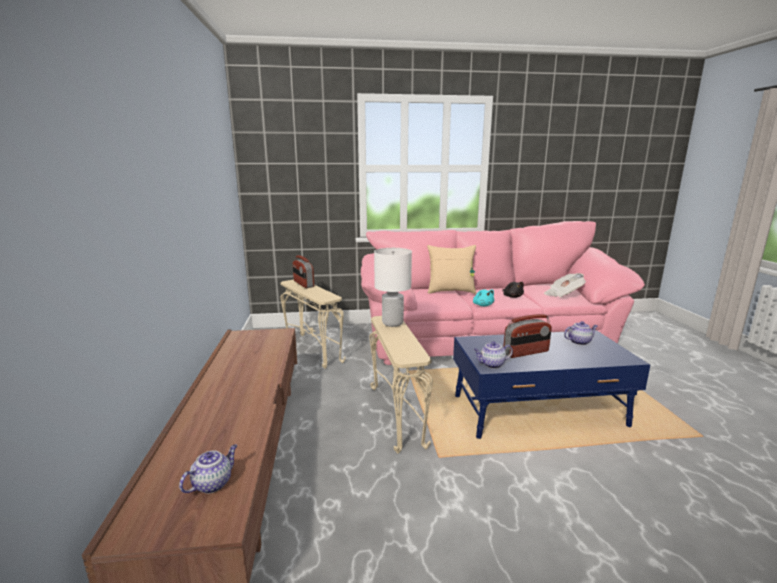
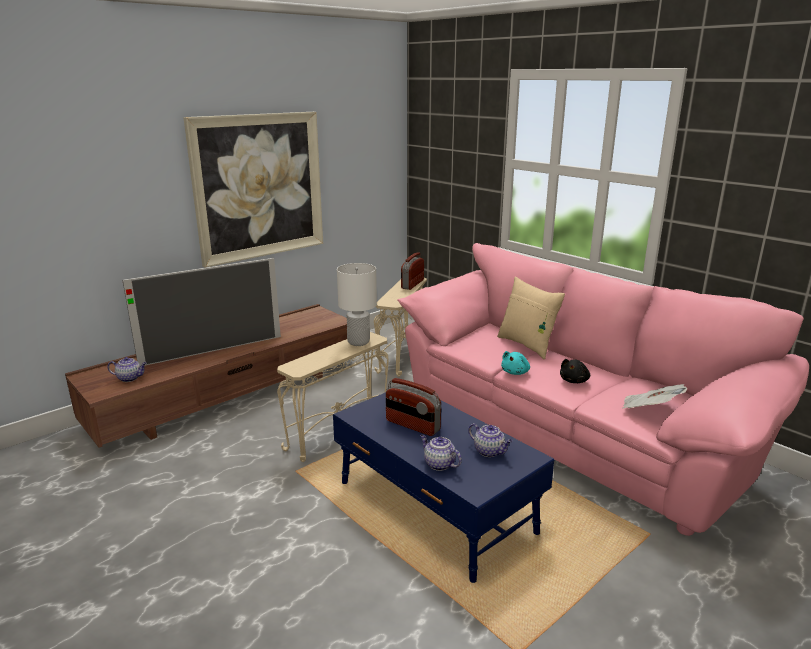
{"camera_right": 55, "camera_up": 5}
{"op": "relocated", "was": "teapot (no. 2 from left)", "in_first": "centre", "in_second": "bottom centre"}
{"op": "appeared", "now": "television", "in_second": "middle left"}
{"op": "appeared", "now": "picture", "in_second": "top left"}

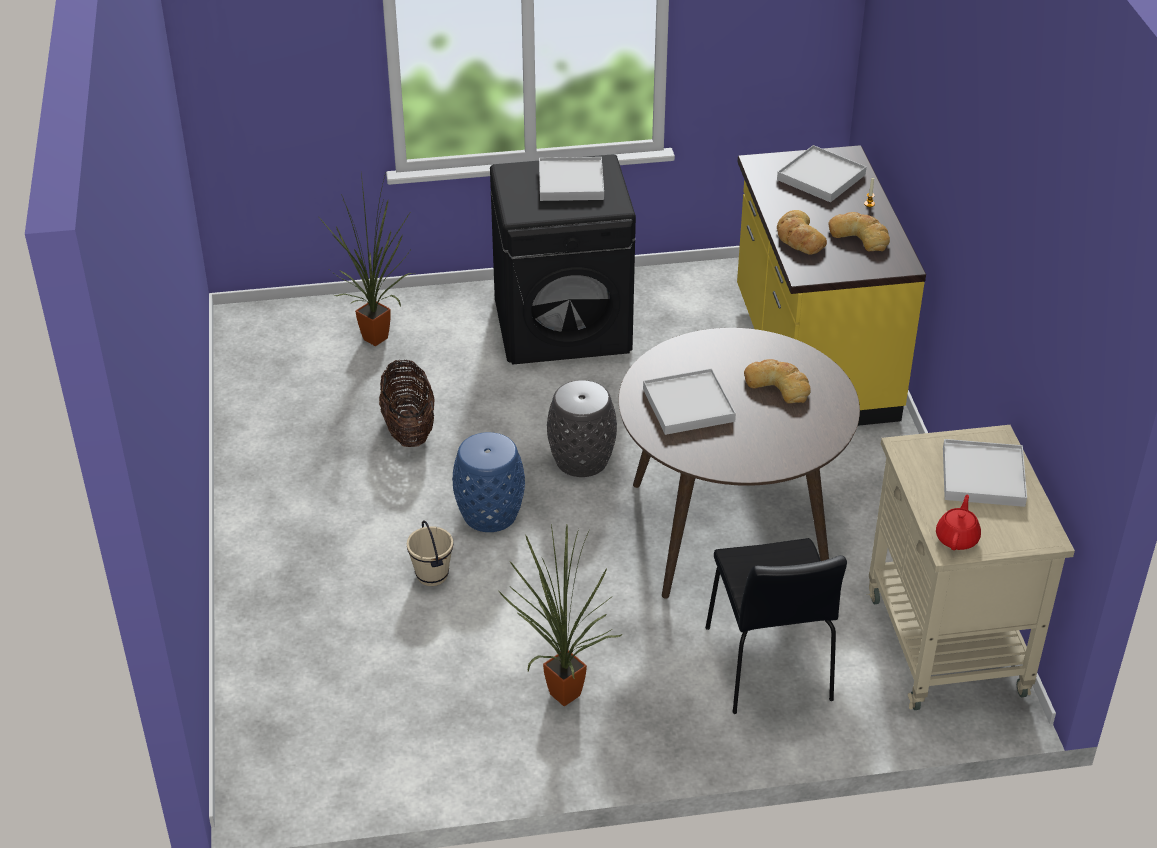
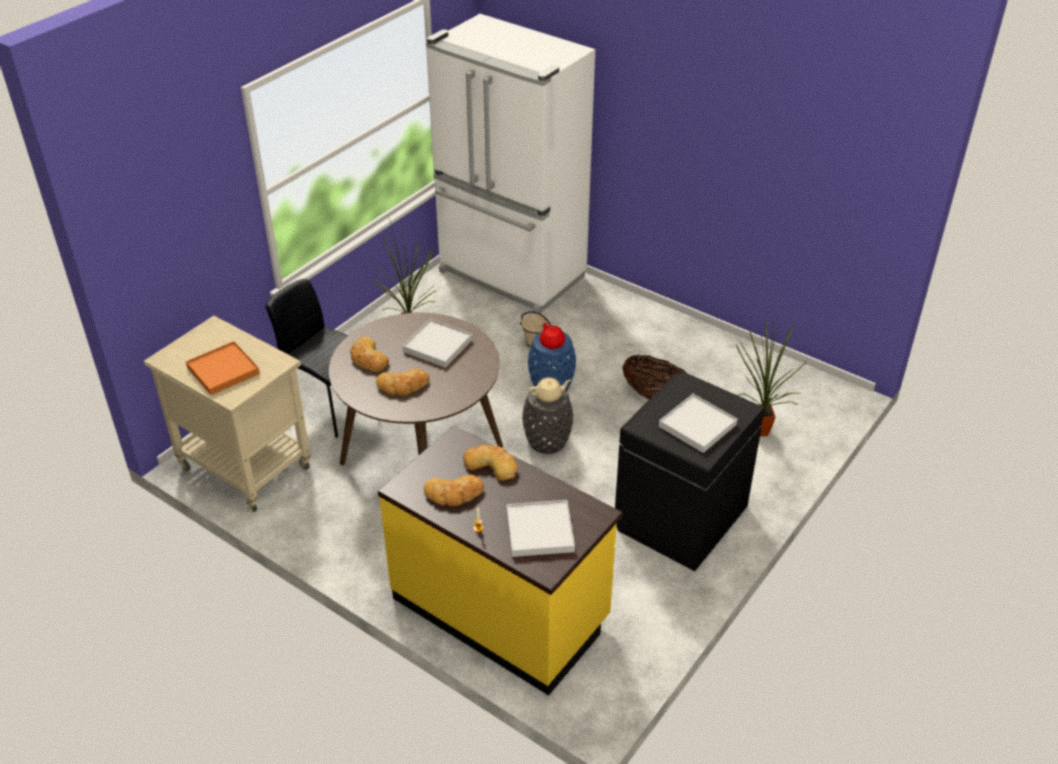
{"camera_right": 135, "camera_up": 0}
{"op": "relocated", "was": "teapot/red", "in_first": "middle right", "in_second": "centre"}
{"op": "colour", "was": "tray/white (no. 4 from left)", "now": "tray/orange", "in_first": "middle right", "in_second": "middle left"}
{"op": "appeared", "now": "bread (no. 1 from left)", "in_second": "centre"}
{"op": "appeared", "now": "fridge/white", "in_second": "top centre"}
{"op": "appeared", "now": "teapot/beige", "in_second": "centre"}

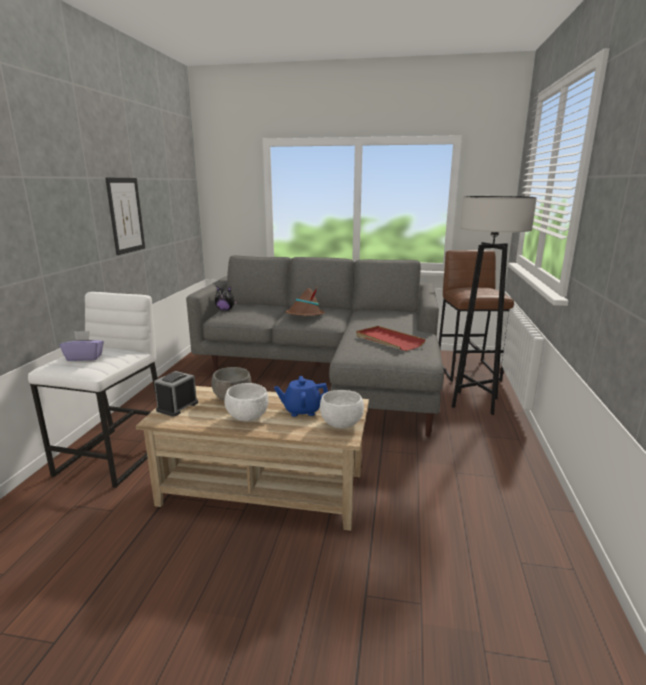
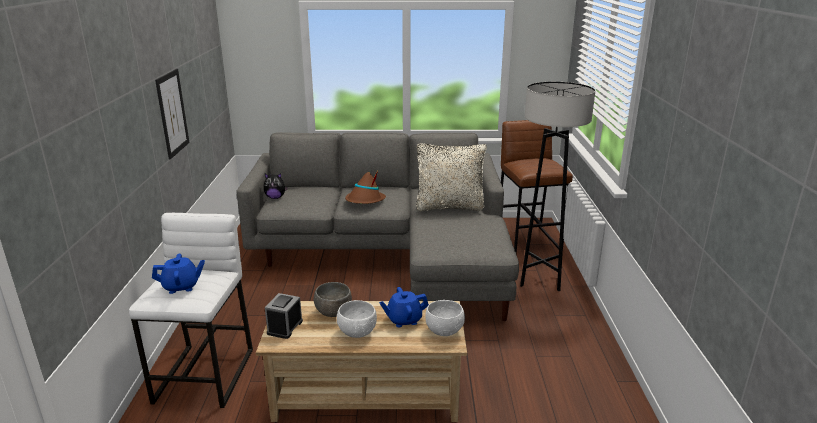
{"camera_right": -10, "camera_up": 5}
{"op": "exchanged", "was": "tissue box/purple", "now": "teapot/blue (no. 1 from left)", "in_first": "middle left", "in_second": "middle left"}
{"op": "missing", "was": "tray/red", "in_first": "centre"}
{"op": "appeared", "now": "pillow/beige", "in_second": "centre"}

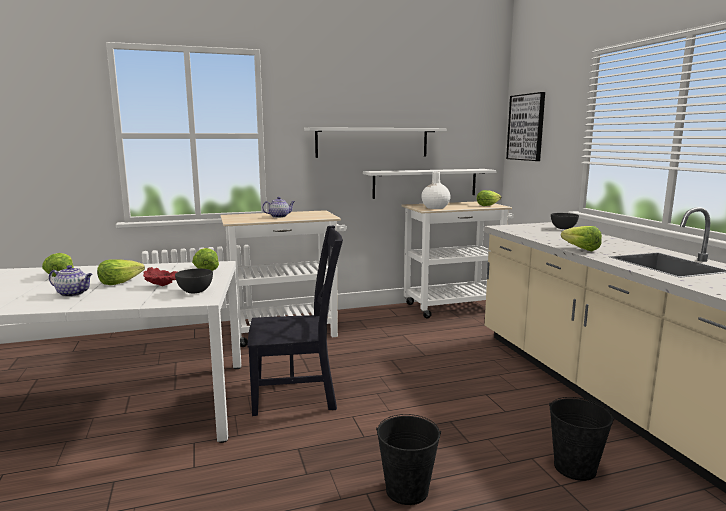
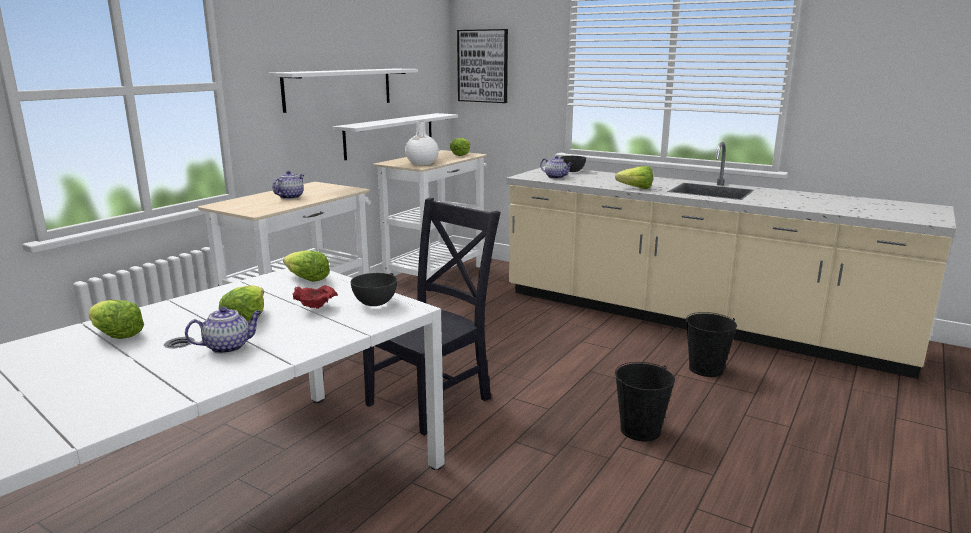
{"camera_right": -40, "camera_up": 5}
{"op": "appeared", "now": "teapot (no. 3 from left)", "in_second": "top centre"}

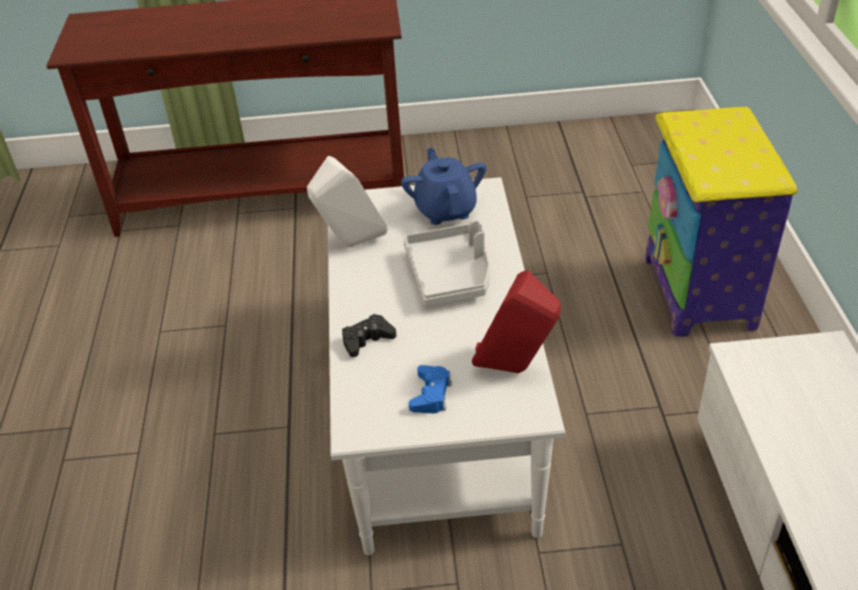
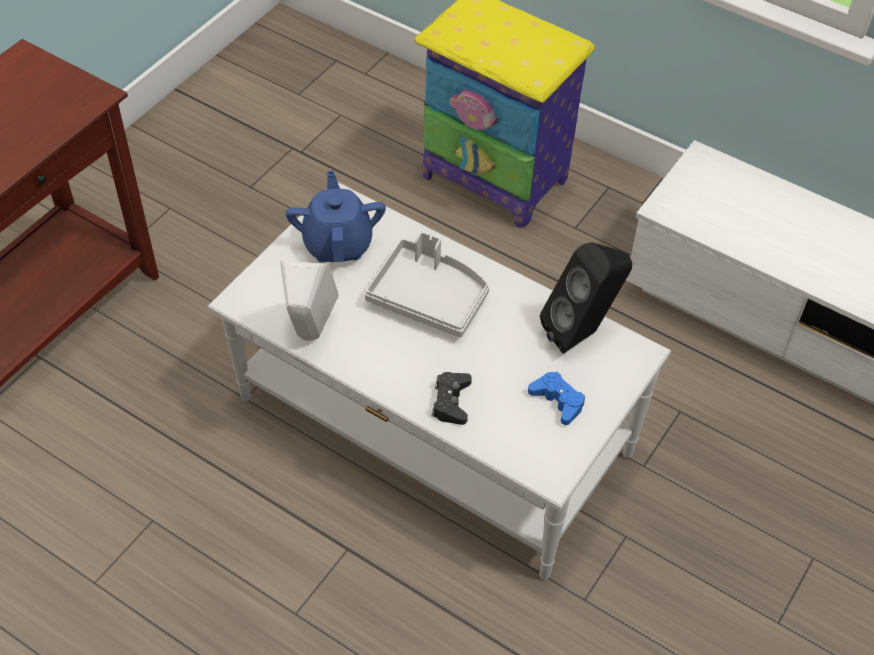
{"camera_right": -55, "camera_up": 10}
{"op": "spun", "was": "teapot/blue", "in_first": "top centre", "in_second": "top centre", "clockwise": 60}
{"op": "colour", "was": "speaker/red", "now": "speaker/black", "in_first": "centre", "in_second": "middle right"}

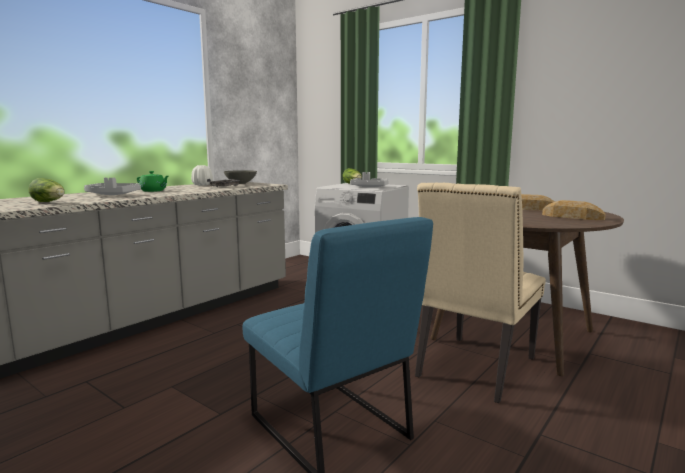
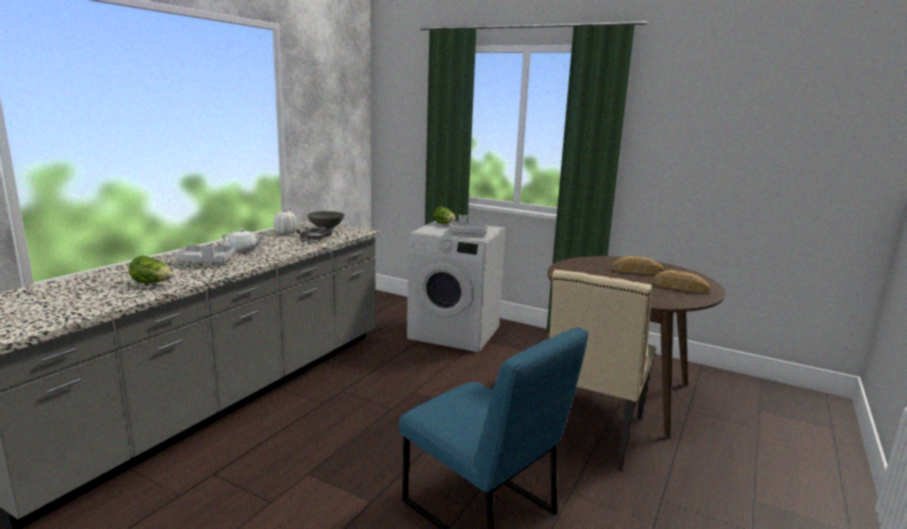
{"camera_right": -10, "camera_up": 5}
{"op": "colour", "was": "teapot/green", "now": "teapot/white", "in_first": "middle left", "in_second": "middle left"}

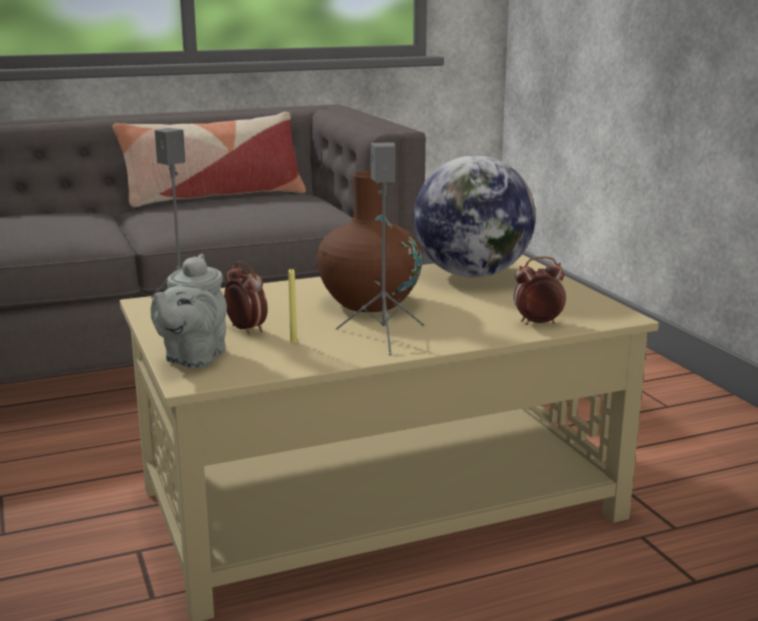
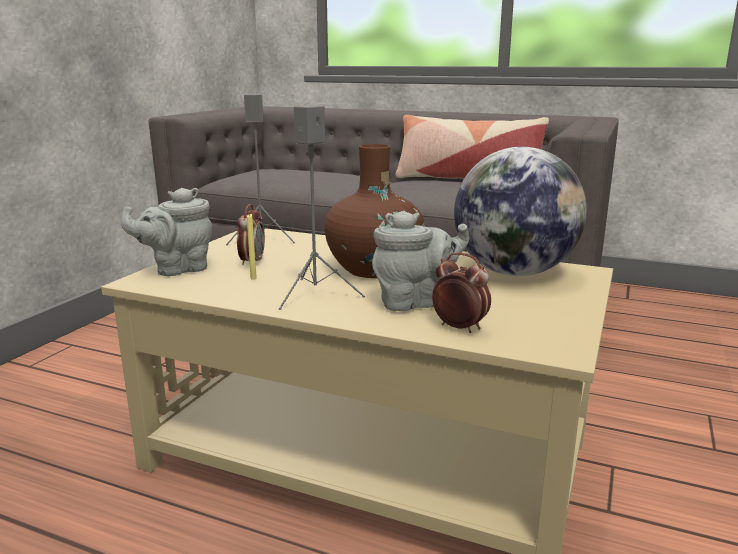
{"camera_right": 45, "camera_up": 0}
{"op": "appeared", "now": "teapot/grey (no. 2 from left)", "in_second": "centre"}

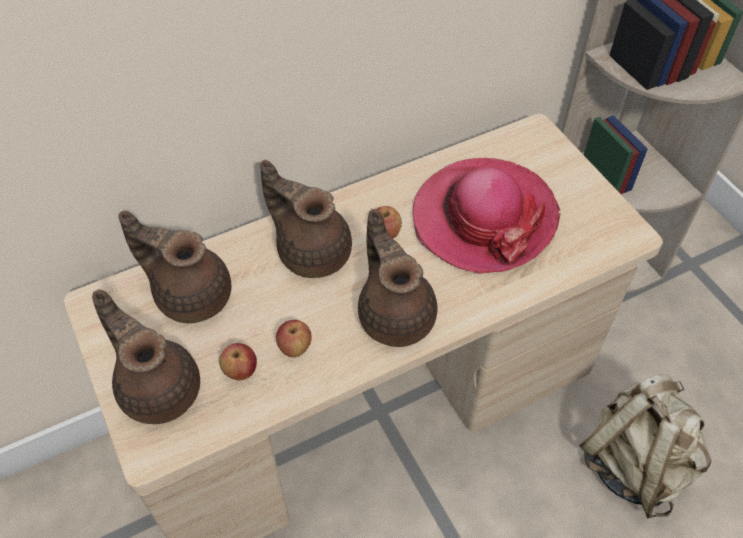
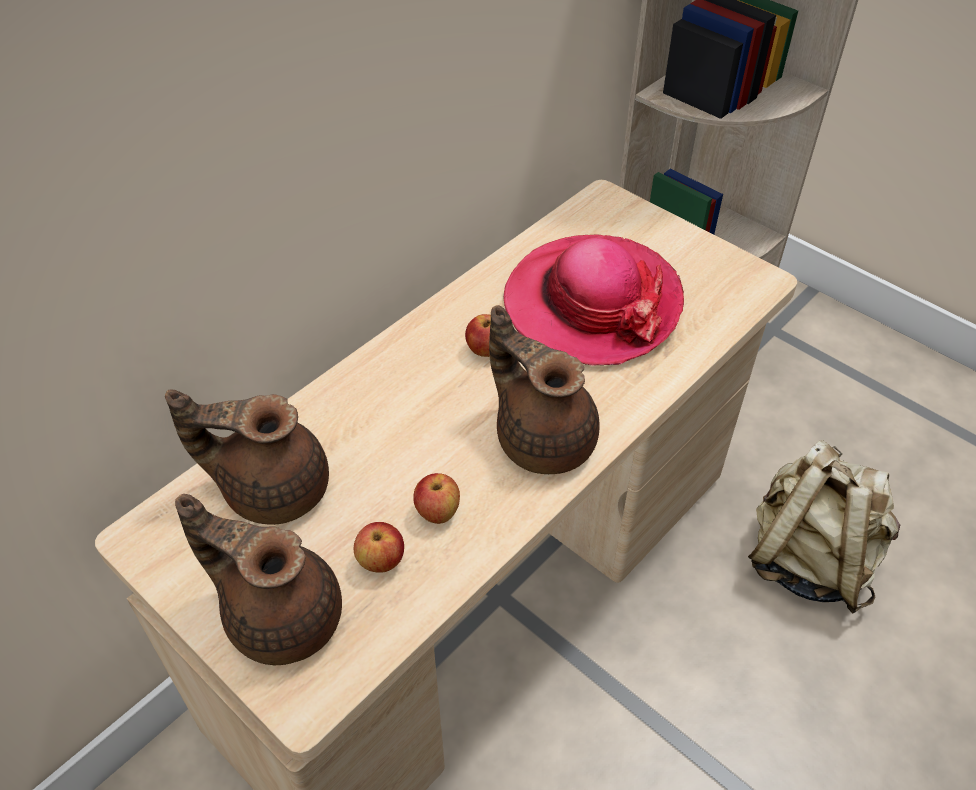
{"camera_right": -20, "camera_up": -5}
{"op": "missing", "was": "teapot/brown (no. 3 from left)", "in_first": "centre"}

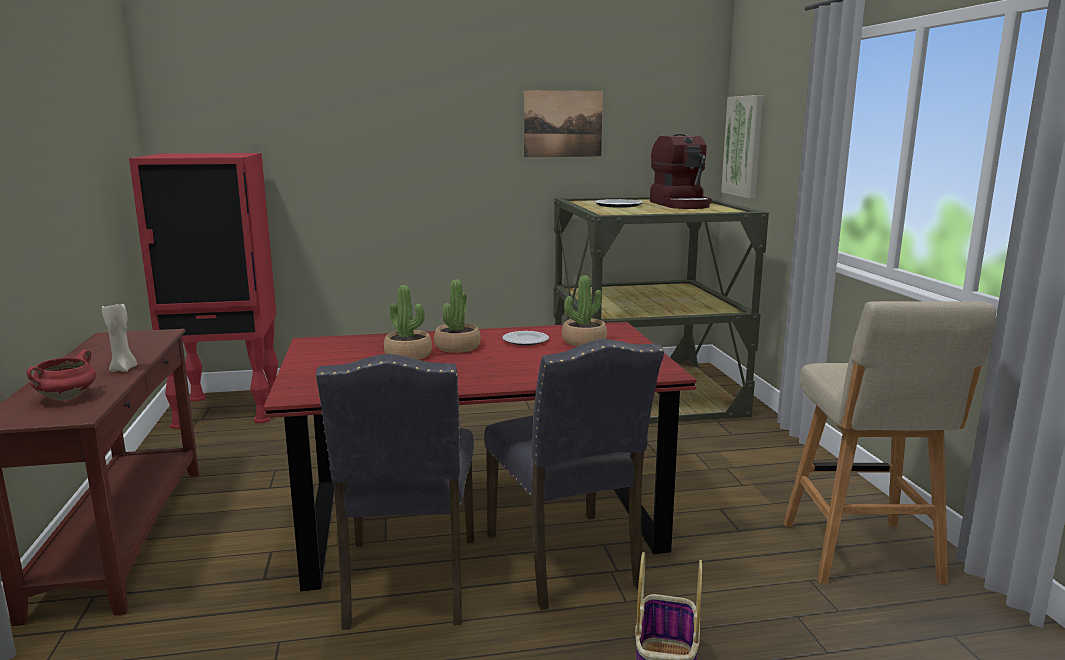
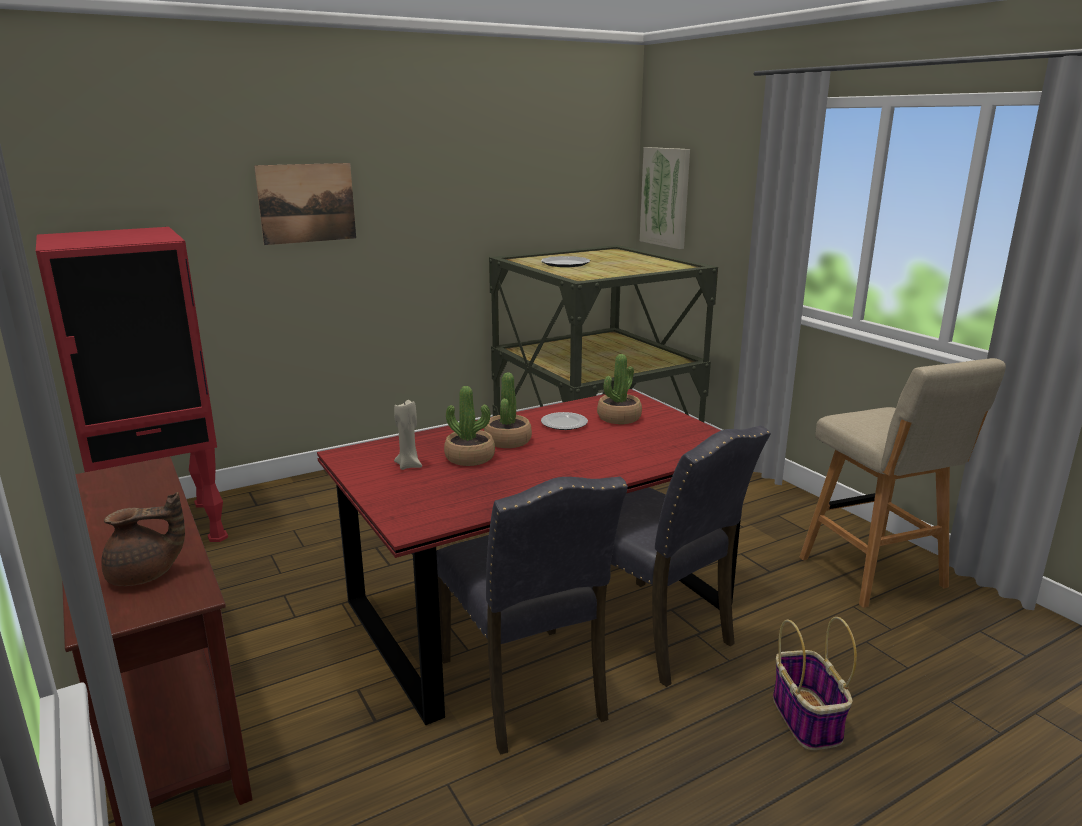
{"camera_right": -20, "camera_up": 5}
{"op": "exchanged", "was": "cooking pot/red", "now": "teapot/brown", "in_first": "middle left", "in_second": "middle left"}
{"op": "relocated", "was": "candle/beige", "in_first": "middle left", "in_second": "centre"}
{"op": "relocated", "was": "picture (no. 1 from left)", "in_first": "top centre", "in_second": "top left"}
{"op": "missing", "was": "coffee machine", "in_first": "top centre"}

